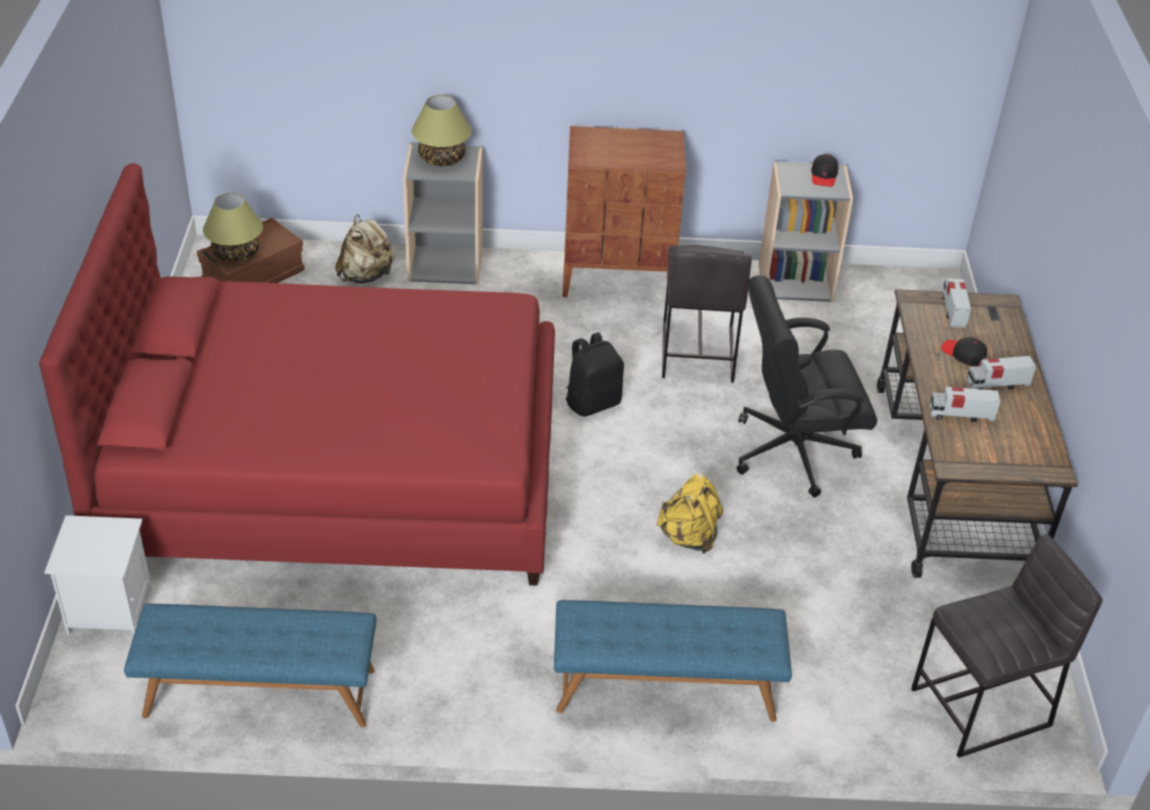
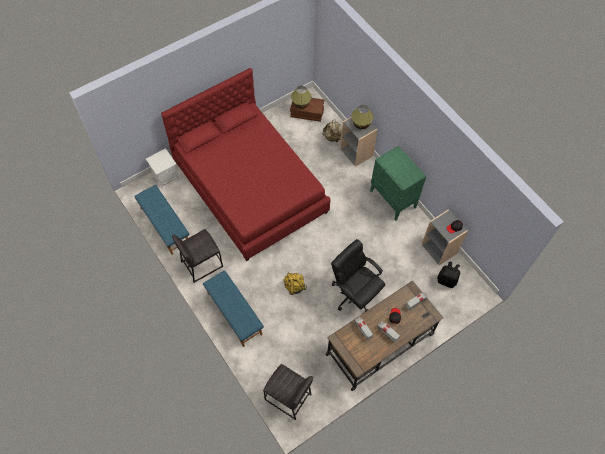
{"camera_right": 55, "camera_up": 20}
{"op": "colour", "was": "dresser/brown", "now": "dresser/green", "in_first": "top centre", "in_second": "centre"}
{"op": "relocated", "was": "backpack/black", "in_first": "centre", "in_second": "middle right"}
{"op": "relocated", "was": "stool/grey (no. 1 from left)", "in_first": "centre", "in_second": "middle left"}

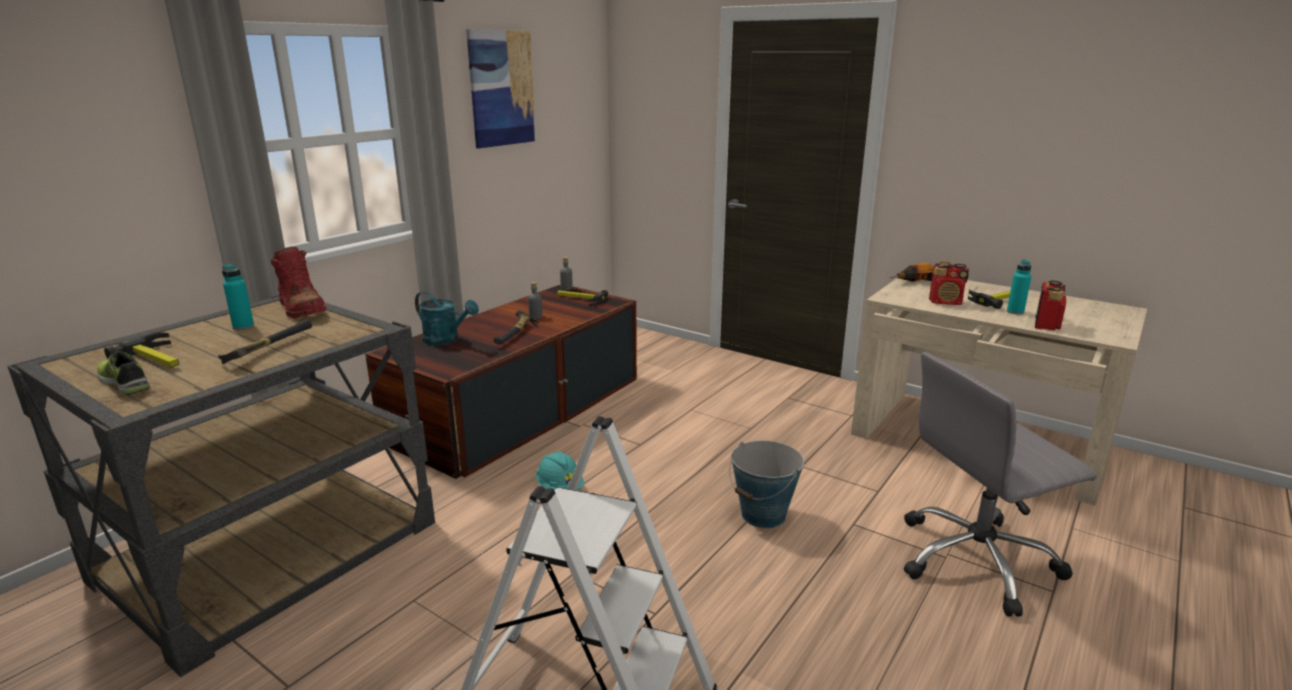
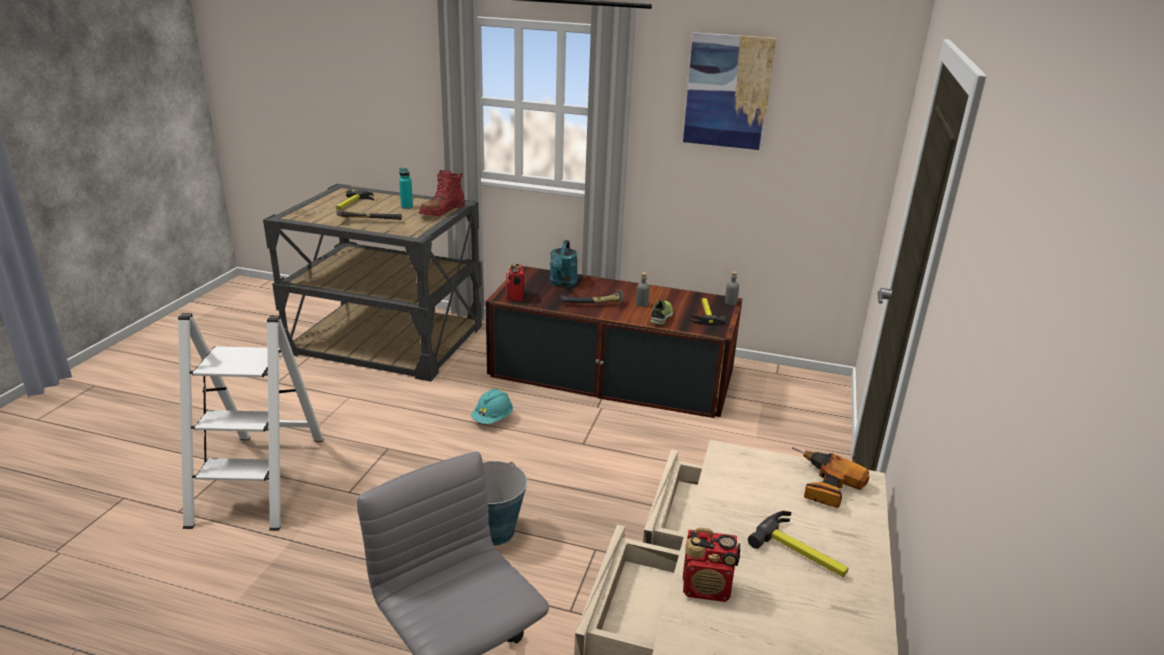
{"camera_right": 70, "camera_up": 5}
{"op": "relocated", "was": "shoe", "in_first": "middle left", "in_second": "centre"}
{"op": "relocated", "was": "radio (no. 1 from left)", "in_first": "middle right", "in_second": "centre"}
{"op": "missing", "was": "bottle/turquoise (no. 2 from left)", "in_first": "middle right"}

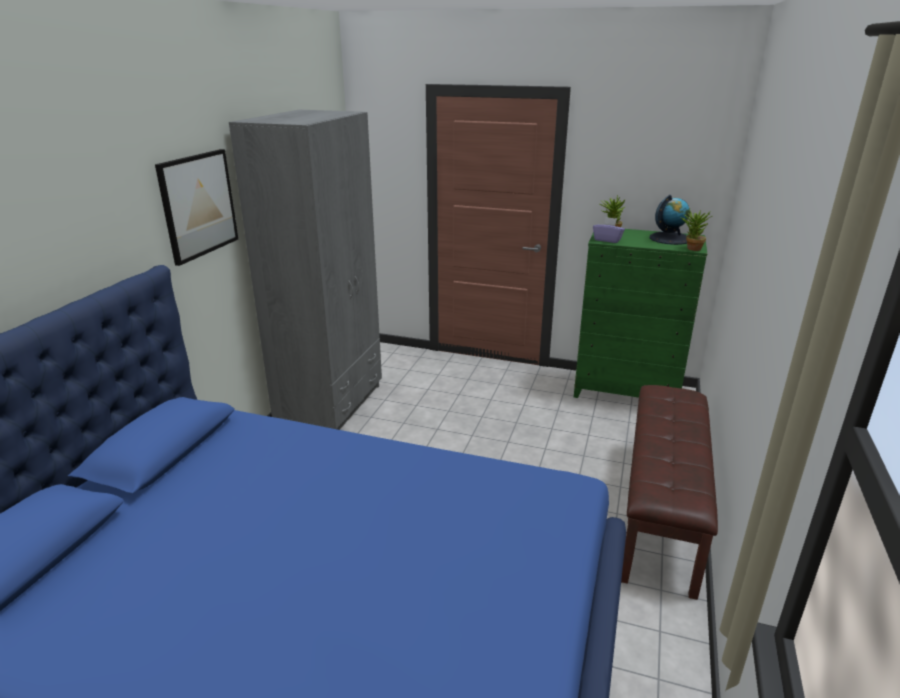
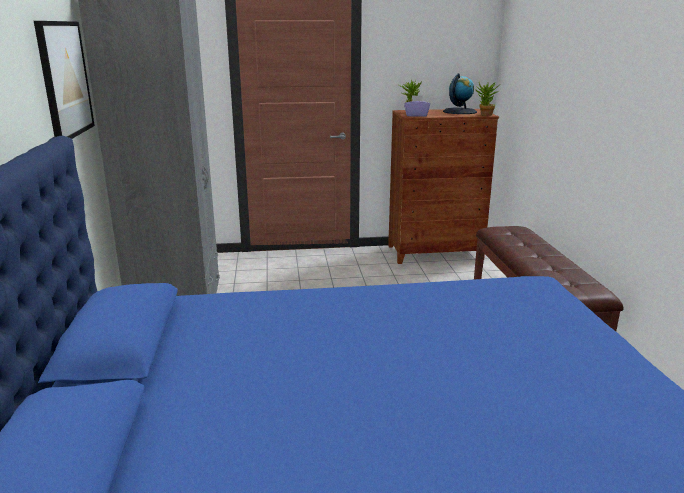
{"camera_right": -25, "camera_up": -5}
{"op": "colour", "was": "dresser/green", "now": "dresser/brown", "in_first": "middle right", "in_second": "centre"}

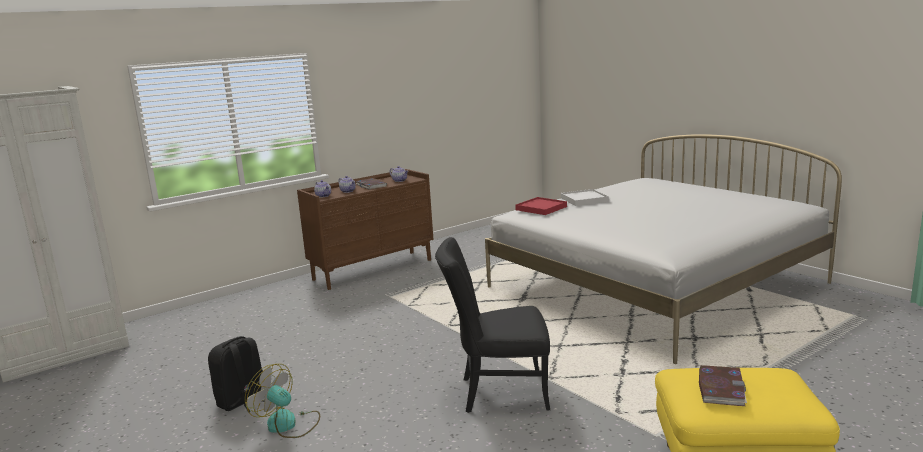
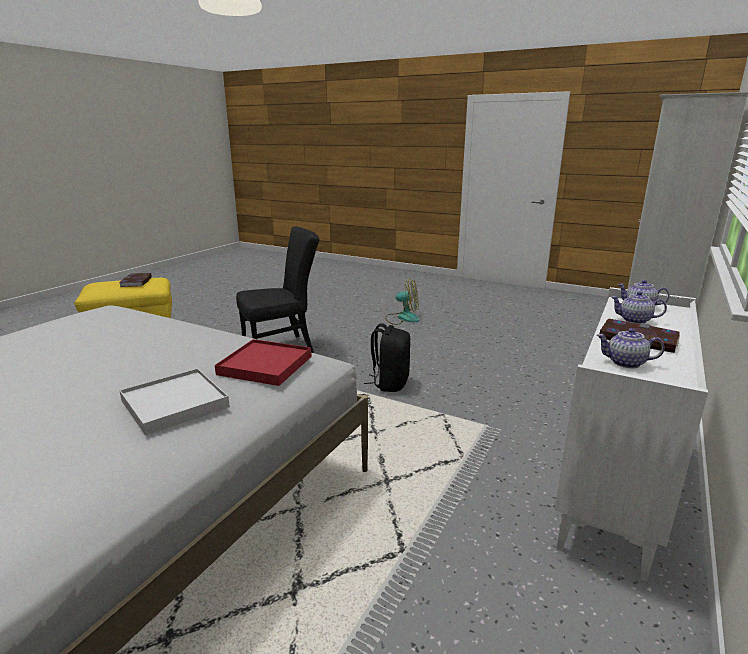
{"camera_right": 155, "camera_up": 5}
{"op": "relocated", "was": "backpack/black", "in_first": "bottom left", "in_second": "centre"}
{"op": "colour", "was": "dresser/brown", "now": "dresser/white", "in_first": "centre", "in_second": "middle right"}

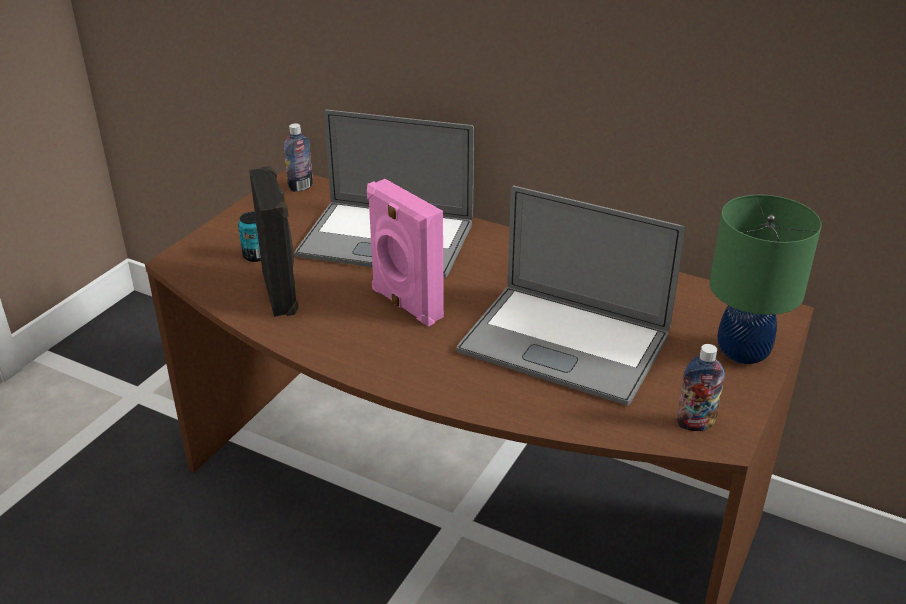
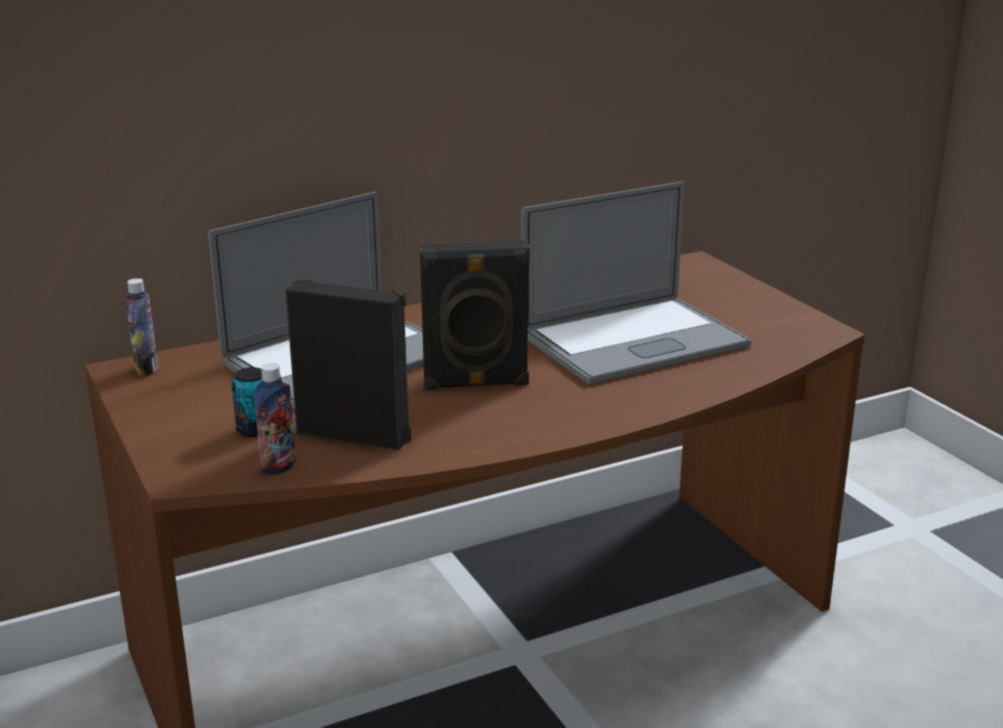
{"camera_right": -55, "camera_up": -10}
{"op": "colour", "was": "speaker/pink", "now": "speaker/black (no. 2 from left)", "in_first": "centre", "in_second": "centre"}
{"op": "relocated", "was": "bottle (no. 2 from left)", "in_first": "middle right", "in_second": "middle left"}
{"op": "missing", "was": "table lamp/green", "in_first": "middle right"}

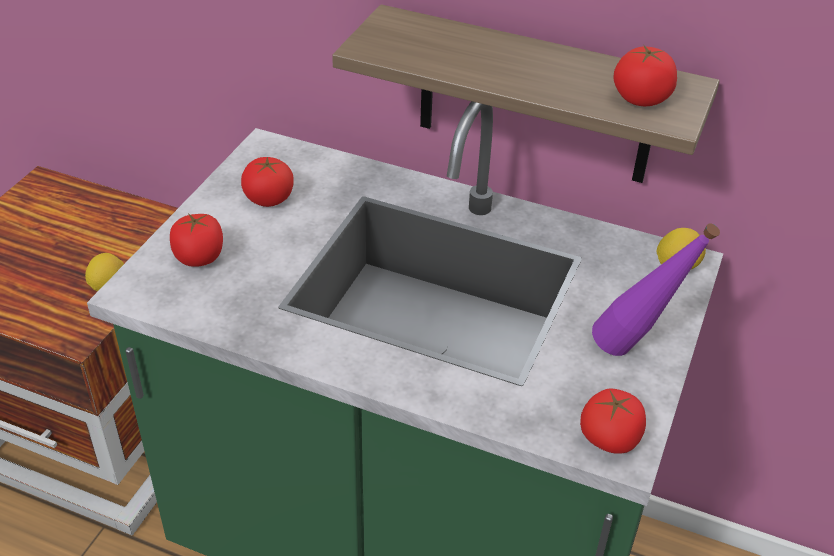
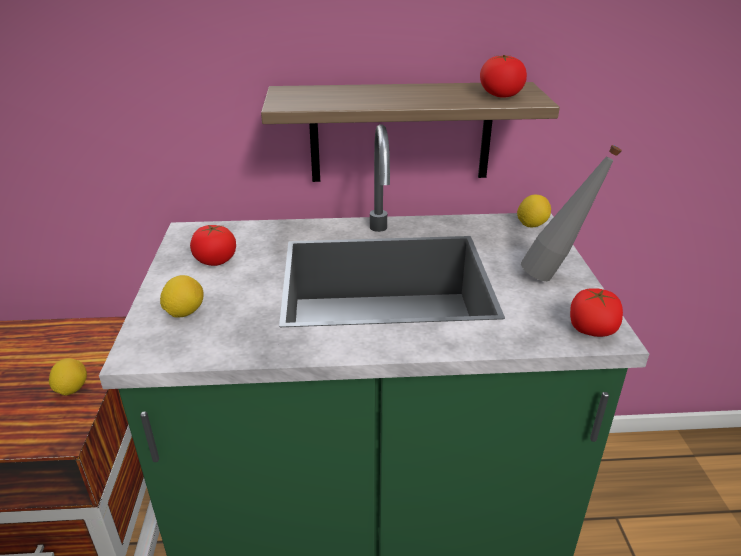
{"camera_right": -25, "camera_up": -10}
{"op": "exchanged", "was": "tomato (no. 1 from left)", "now": "lemon (no. 2 from left)", "in_first": "middle left", "in_second": "middle left"}
{"op": "colour", "was": "bottle/purple", "now": "bottle/grey", "in_first": "middle right", "in_second": "middle right"}

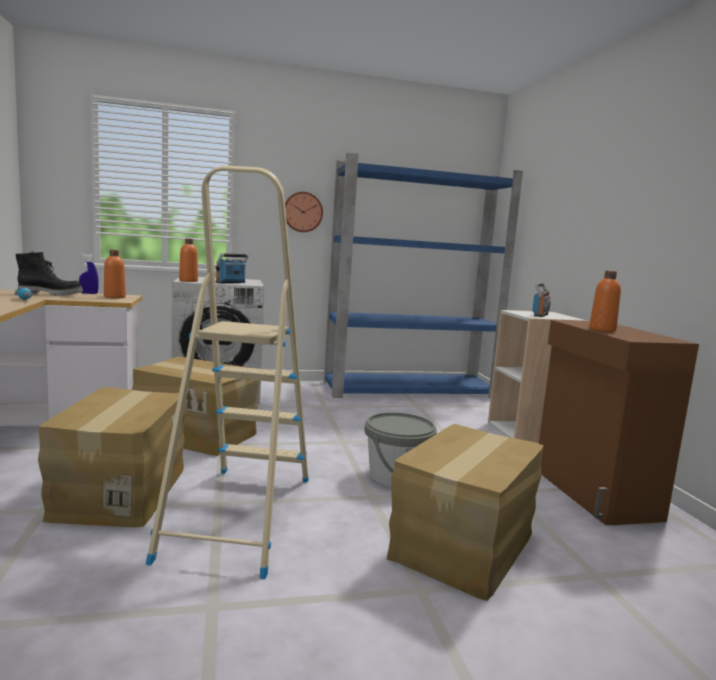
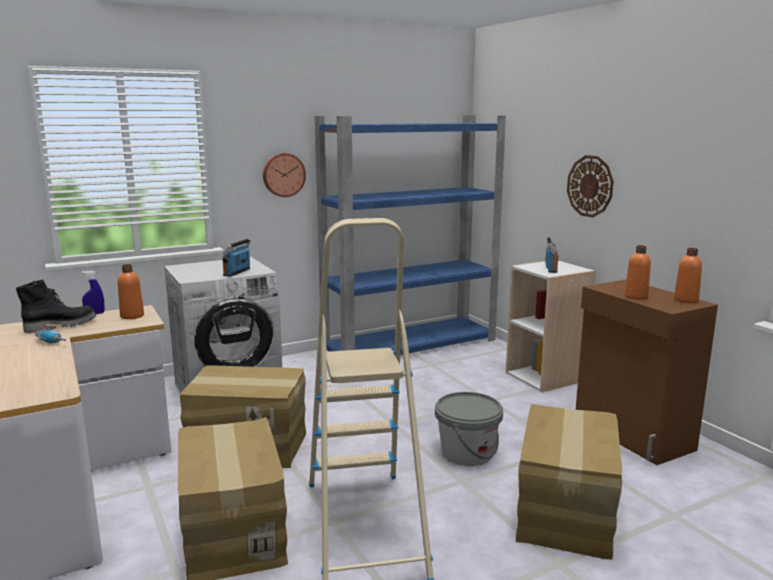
{"camera_right": -15, "camera_up": 5}
{"op": "relocated", "was": "bottle/orange (no. 2 from left in the first image)", "now": "bottle/orange (no. 3 from left)", "in_first": "middle left", "in_second": "middle right"}
{"op": "appeared", "now": "wall clock (no. 2 from left)", "in_second": "top right"}

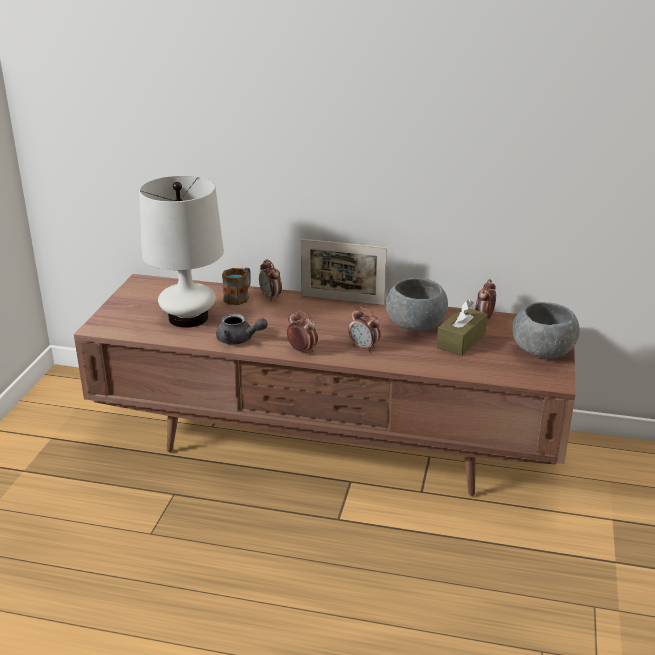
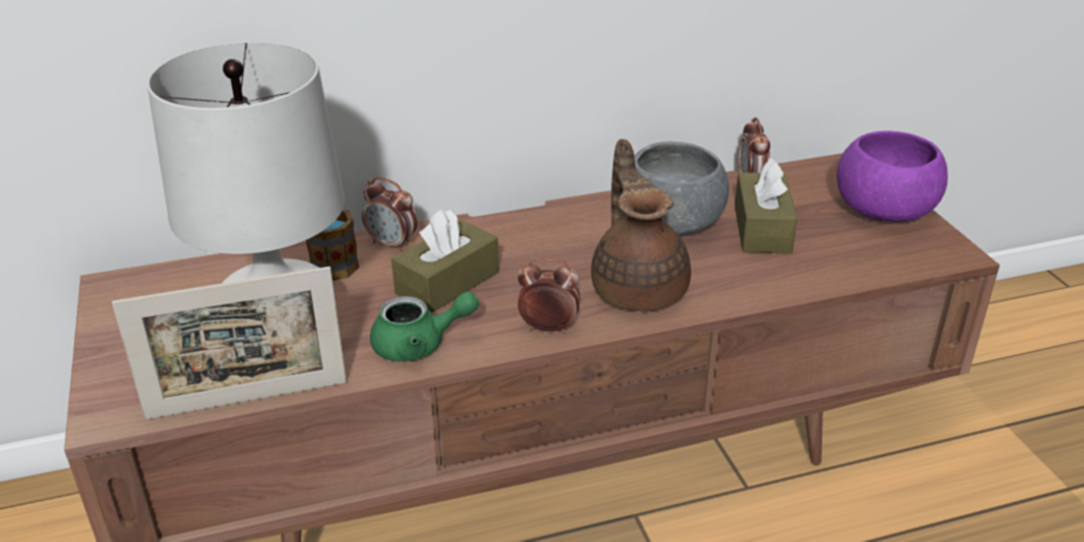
{"camera_right": -30, "camera_up": 5}
{"op": "colour", "was": "teapot/grey", "now": "teapot/green", "in_first": "centre", "in_second": "centre"}
{"op": "relocated", "was": "picture frame", "in_first": "centre", "in_second": "middle left"}
{"op": "exchanged", "was": "alarm clock (no. 3 from left)", "now": "teapot/brown", "in_first": "centre", "in_second": "centre"}
{"op": "colour", "was": "bowl/grey (no. 2 from left)", "now": "bowl/purple", "in_first": "middle right", "in_second": "top right"}
{"op": "appeared", "now": "tissue box/brown (no. 1 from left)", "in_second": "centre"}

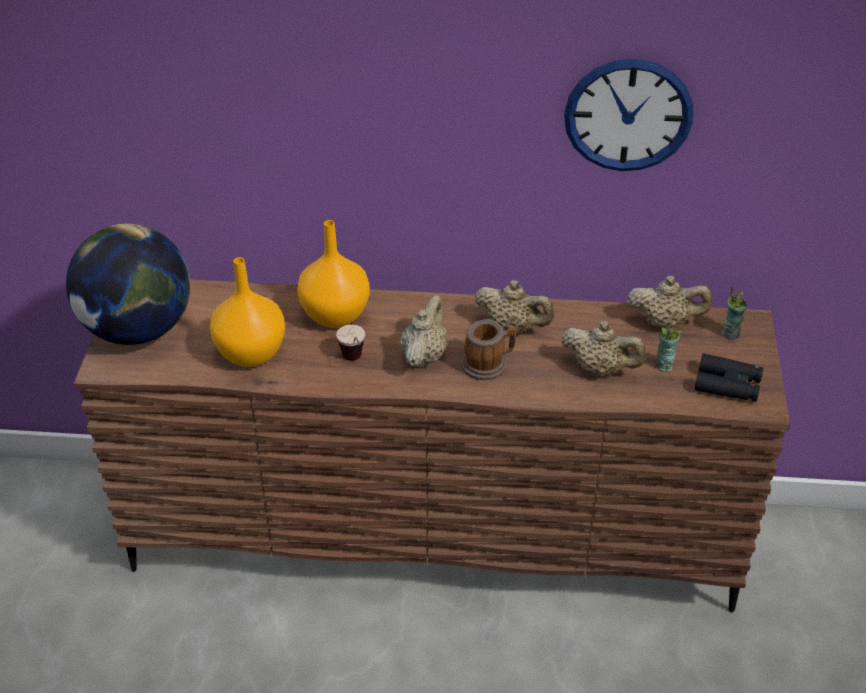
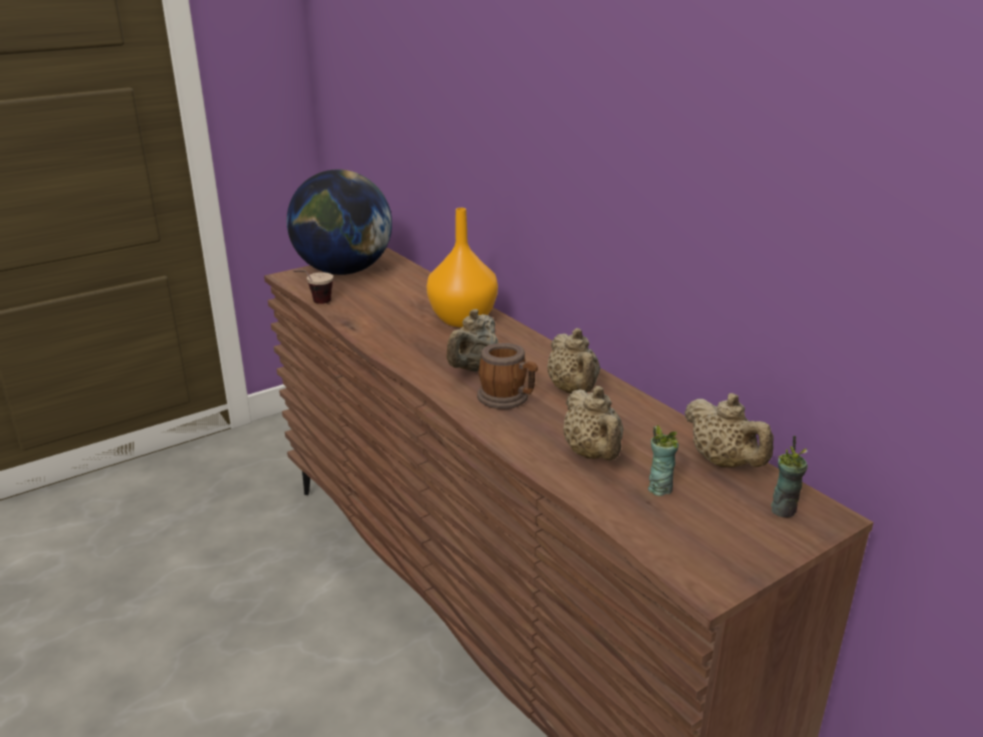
{"camera_right": 50, "camera_up": -15}
{"op": "missing", "was": "vase/orange (no. 1 from left)", "in_first": "middle left"}
{"op": "relocated", "was": "cup (no. 1 from left)", "in_first": "centre", "in_second": "middle left"}
{"op": "spun", "was": "teapot/beige (no. 1 from left)", "in_first": "centre", "in_second": "centre", "clockwise": 135}
{"op": "missing", "was": "wall clock", "in_first": "top right"}
{"op": "missing", "was": "binoculars/black", "in_first": "middle right"}

